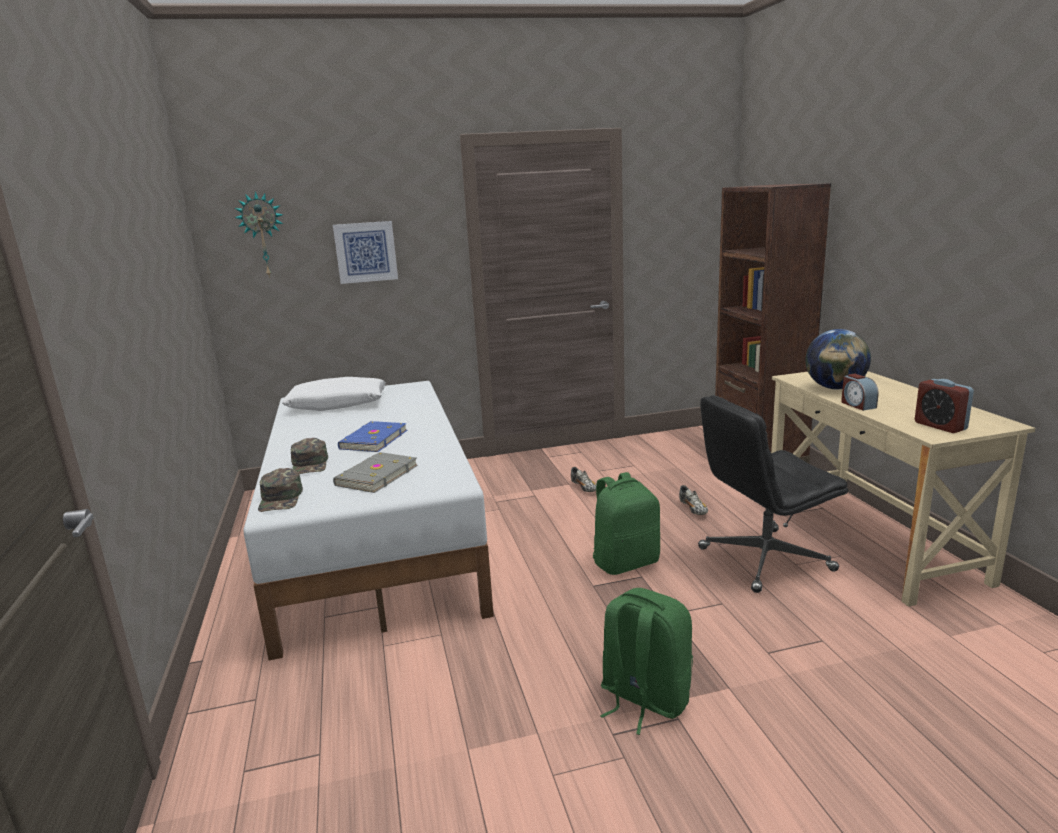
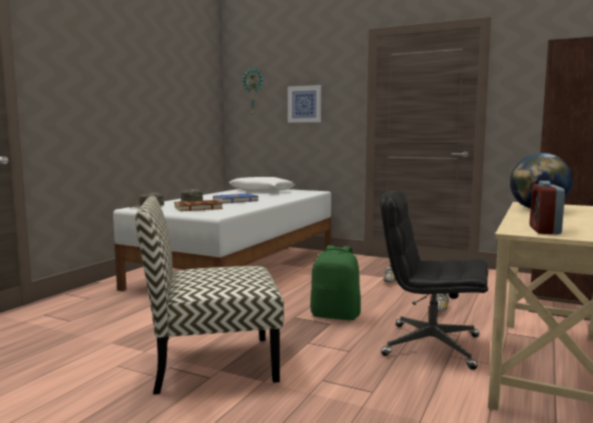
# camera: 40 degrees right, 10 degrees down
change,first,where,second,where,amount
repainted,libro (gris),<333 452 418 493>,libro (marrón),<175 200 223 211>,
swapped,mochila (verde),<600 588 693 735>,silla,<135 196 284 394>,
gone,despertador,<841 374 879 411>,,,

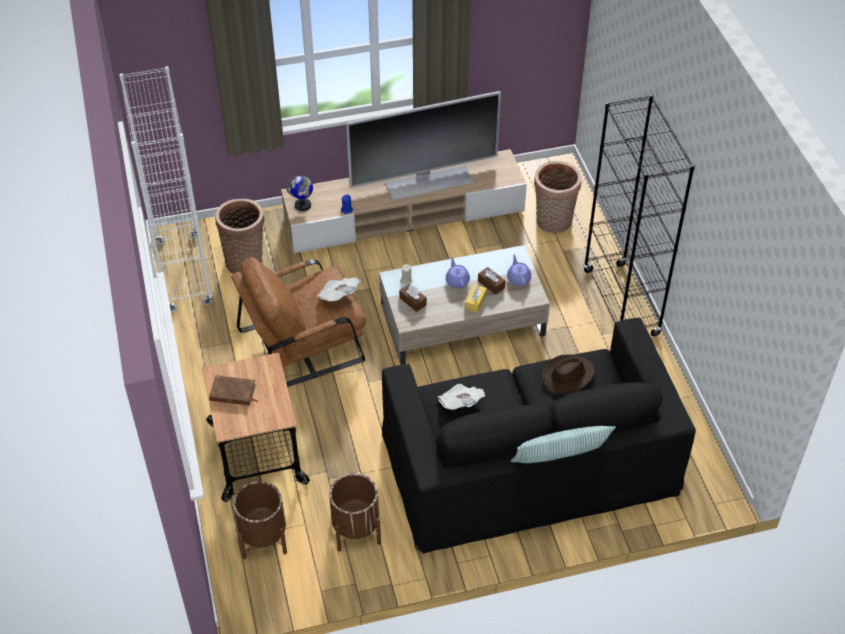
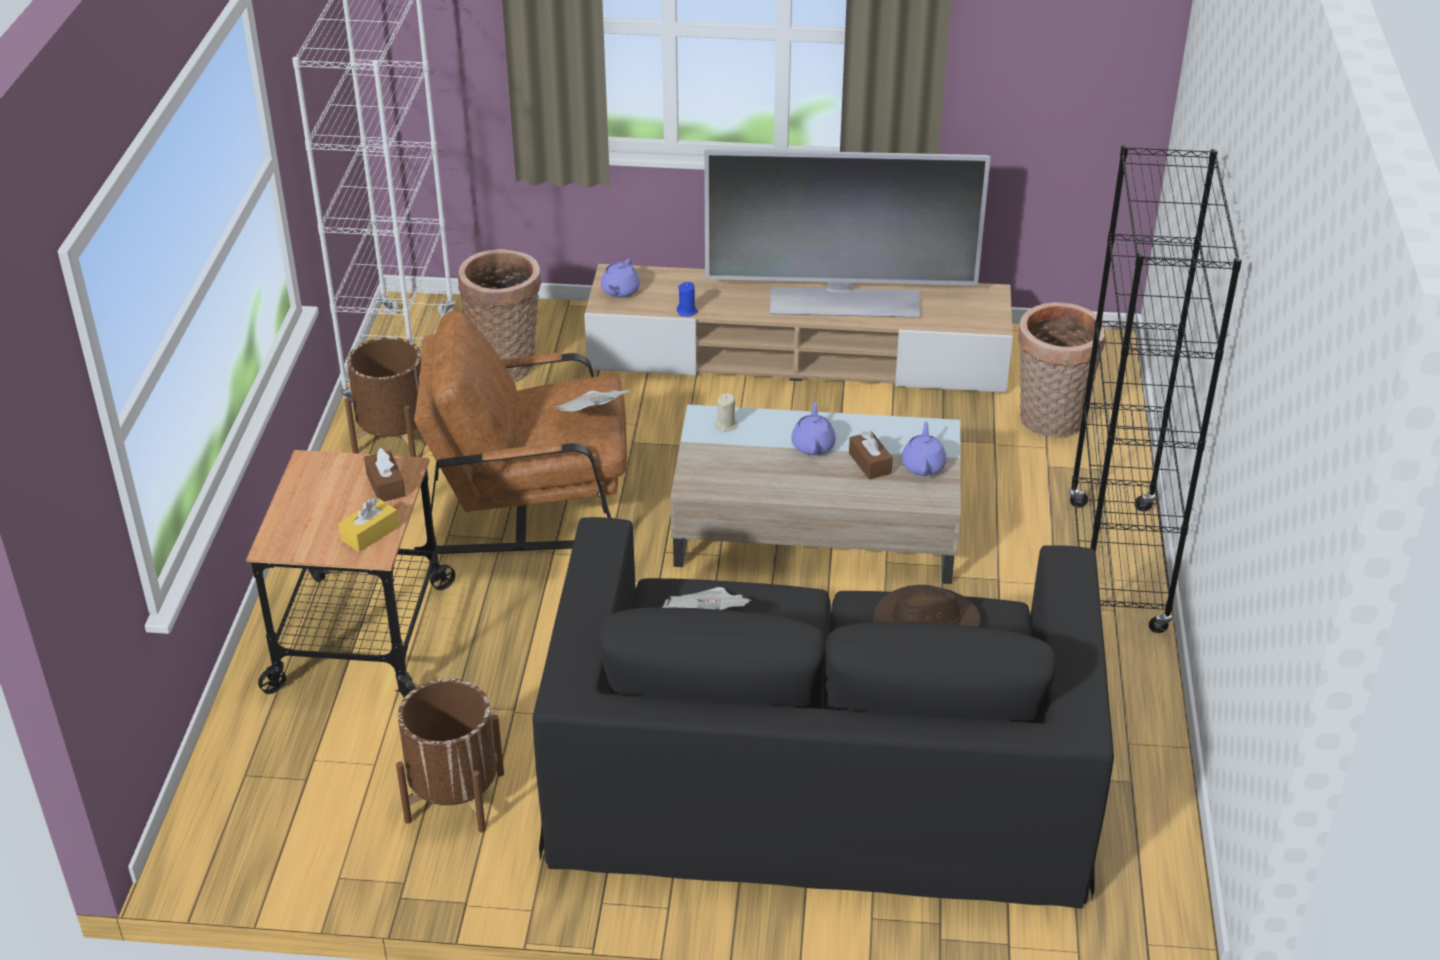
# camera: 20 degrees right, 10 degrees down
change,first,where,second,where,amount
gone,libro (marrón),<209 375 258 405>,,,
shifted,maceta (marrón),<233 481 287 559>,,<345 337 421 457>,
swapped,globo terráqueo,<286 176 313 211>,tetera (morado),<601 259 640 298>,
shifted,caja de pañuelos (marrón),<399 284 427 312>,,<364 448 406 502>,
shifted,caja de pañuelos (amarillo),<465 284 487 313>,,<338 497 399 552>,
gone,cojín,<511 426 616 463>,,,

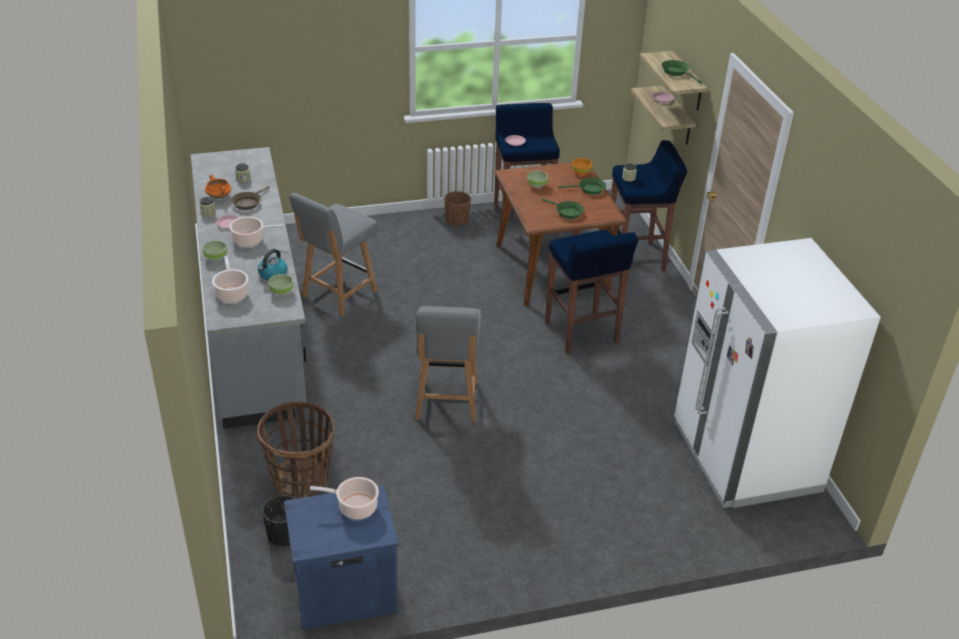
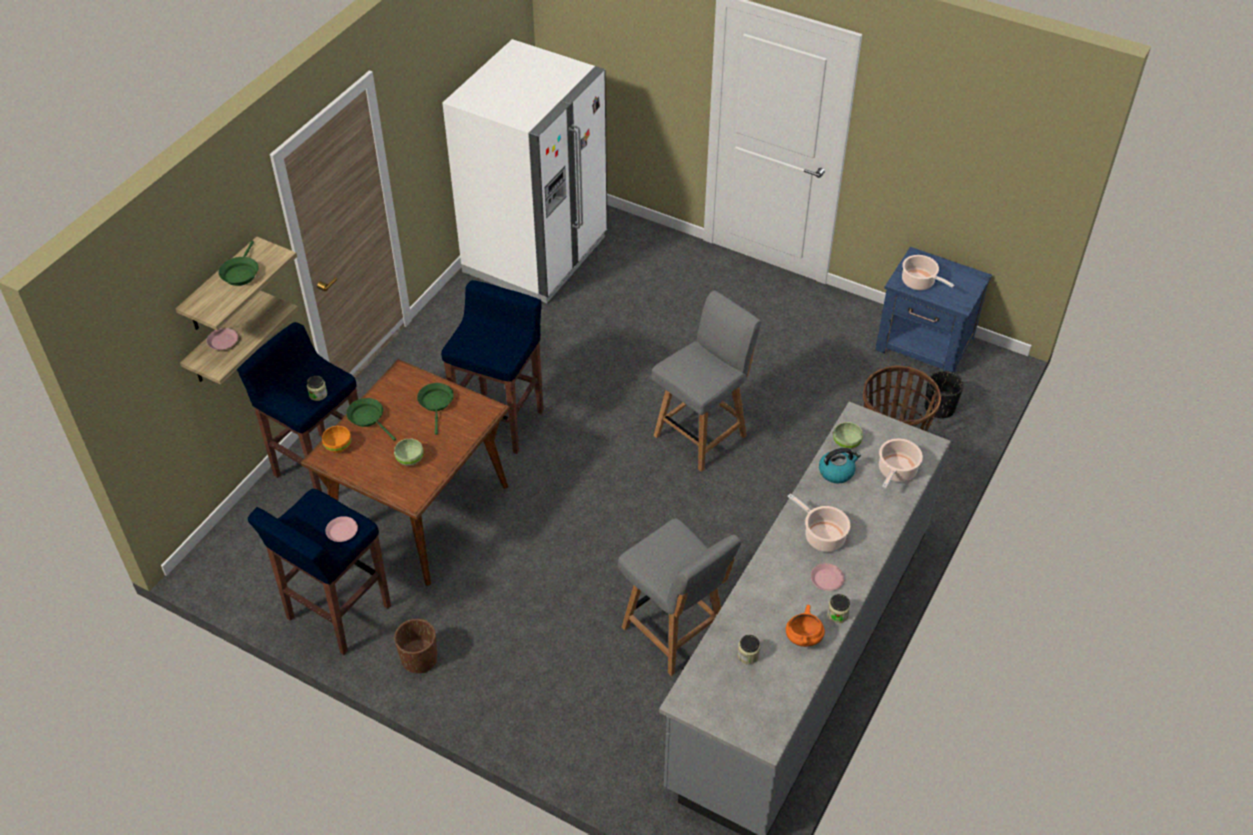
# camera: 135 degrees left, 10 degrees up
change,first,where,second,where,amount
gone,cuenco (verde),<202 240 227 261>,,,
gone,sartén (marrón),<231 186 270 210>,,,
rotated,silla (gris),<289 193 378 316>,,<618 518 742 676>,60 degrees clockwise

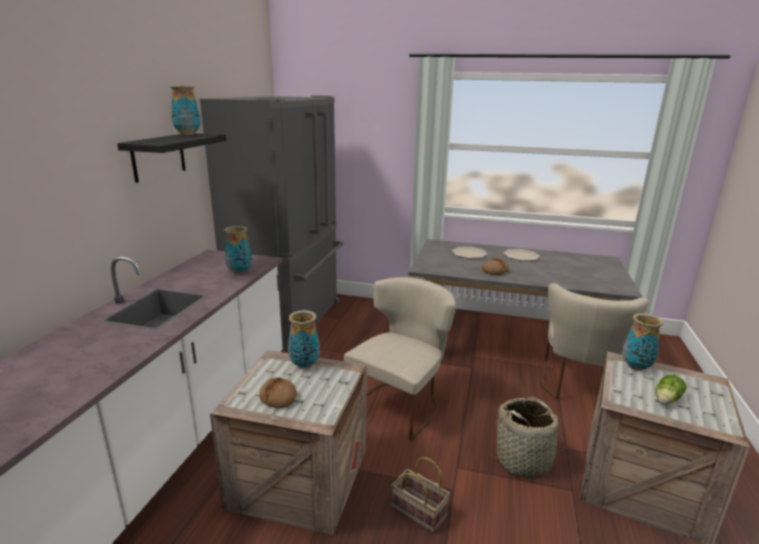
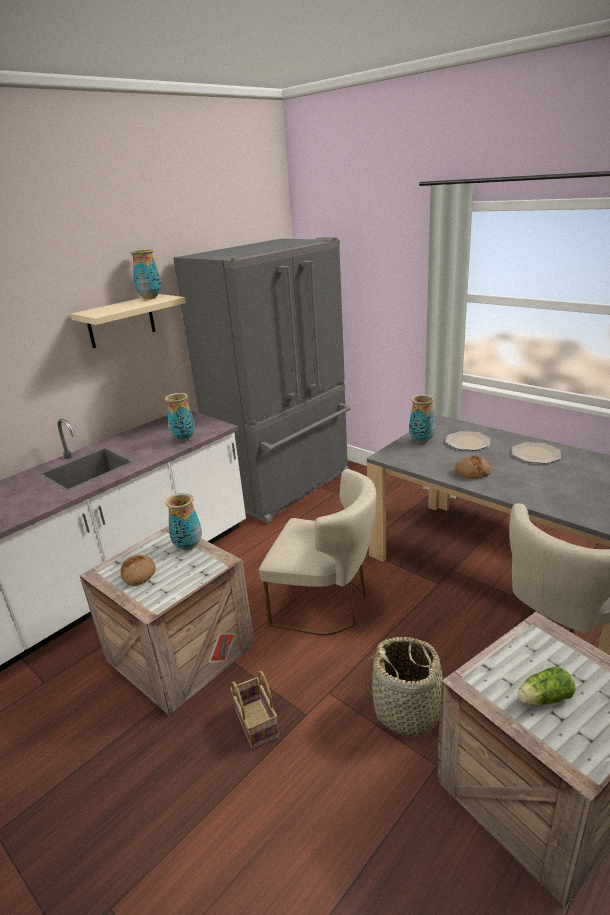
# camera: 30 degrees right, 5 degrees up
change,first,where,second,where,amount
repainted,estante (negro),<117 133 226 183>,estante (beis),<71 294 186 348>,
rotated,silla (beis),<344 277 456 441>,,<259 469 377 635>,45 degrees clockwise
shifted,florero,<622 313 663 371>,,<409 395 436 443>,

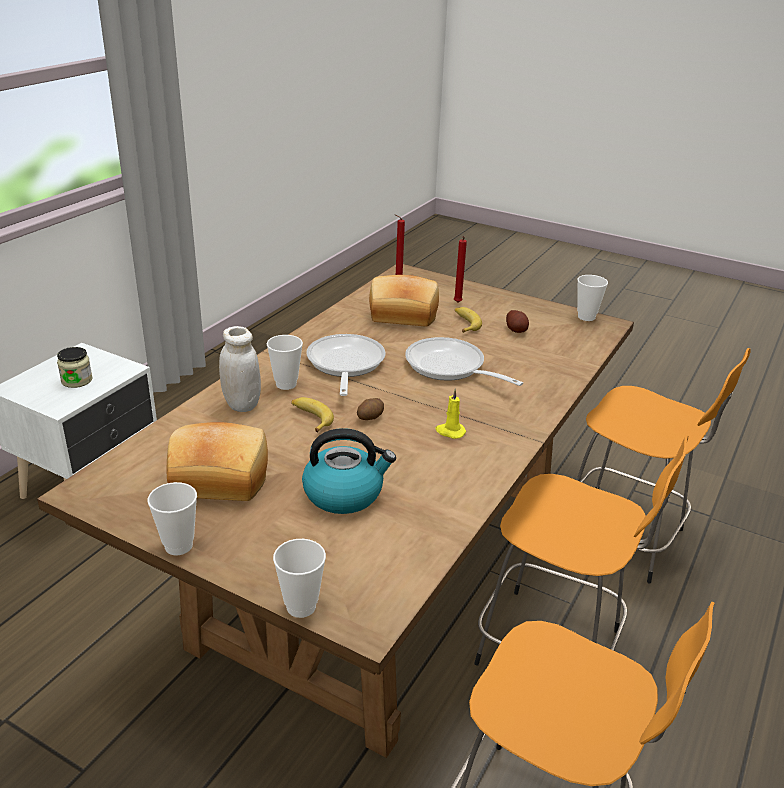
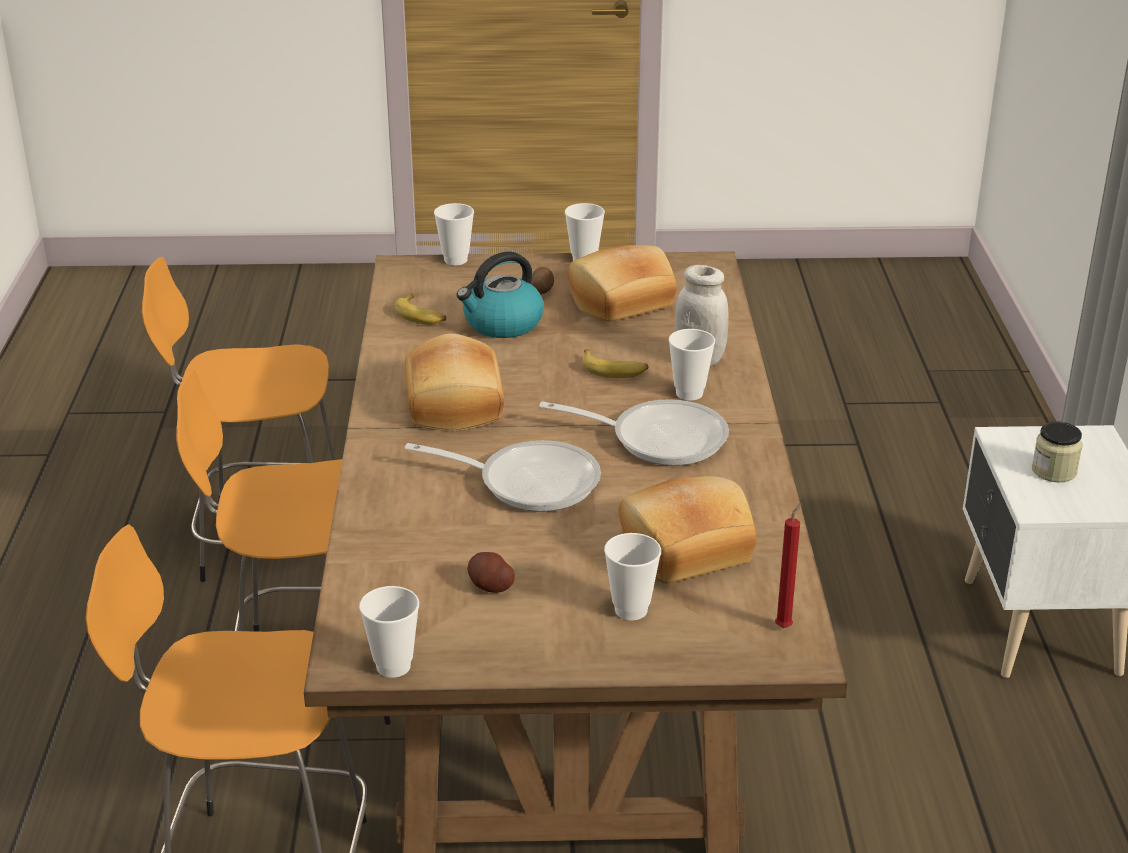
# camera: 150 degrees right, 0 degrees up
change,first,where,second,where,amount
rotated,sartén,<307 334 386 396>,,<539 399 729 466>,45 degrees counterclockwise
shifted,patata,<357 398 384 420>,,<531 267 554 294>,
swapped,vela (amarillo),<436 389 466 439>,pan,<405 333 504 431>,
swapped,vela (rojo),<454 236 467 303>,taza,<604 533 661 621>,
shifted,plátano,<455 307 482 333>,,<395 294 446 325>,

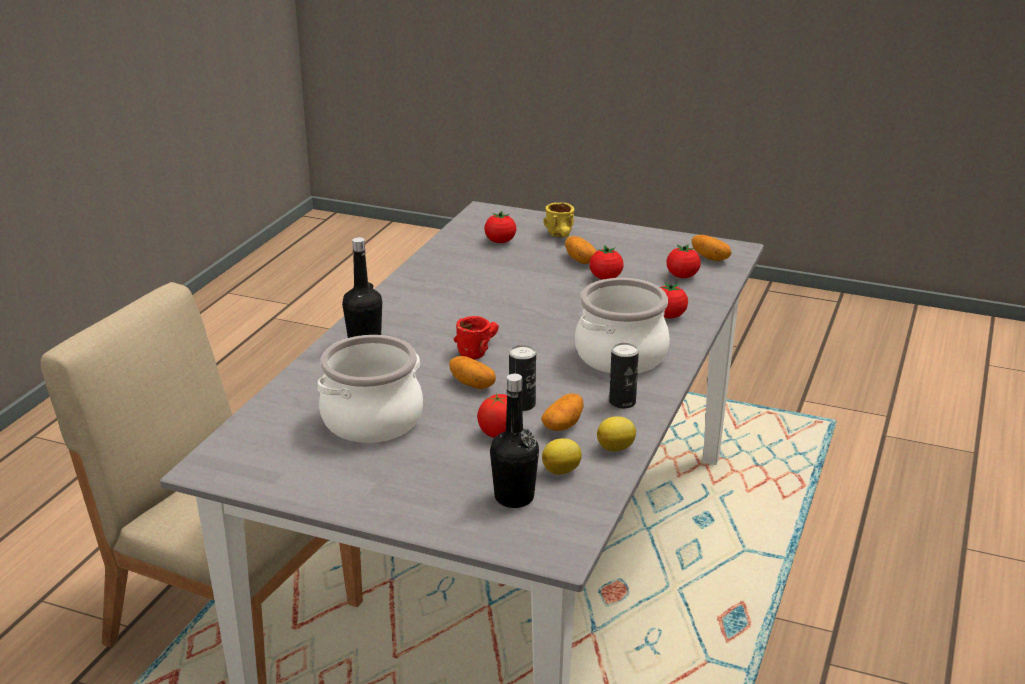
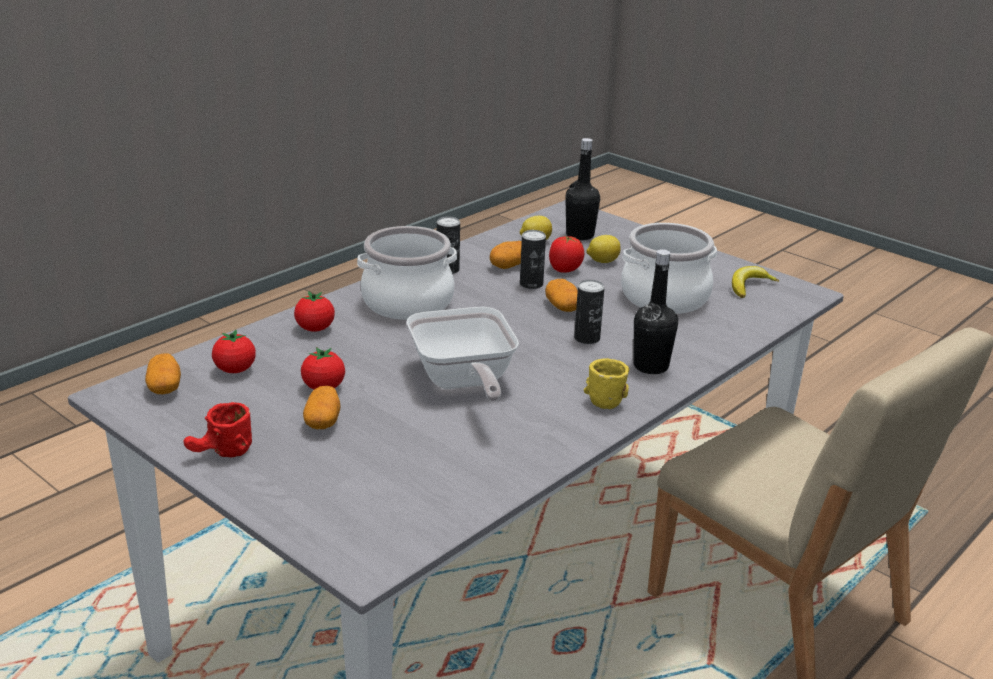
# camera: 160 degrees left, 0 degrees up
change,first,where,second,where,amount
shifted,taza grande (rojo),<454 316 499 359>,,<183 402 252 458>,
gone,tomate,<484 211 516 243>,,,
shifted,taza grande (amarillo),<543 203 574 237>,,<584 358 629 409>,
shifted,limón,<597 416 636 452>,,<587 235 620 263>,
new,,,sartén,<407 307 519 402>,
new,,,lata,<574 280 604 344>,
new,,,plátano,<732 266 779 298>,

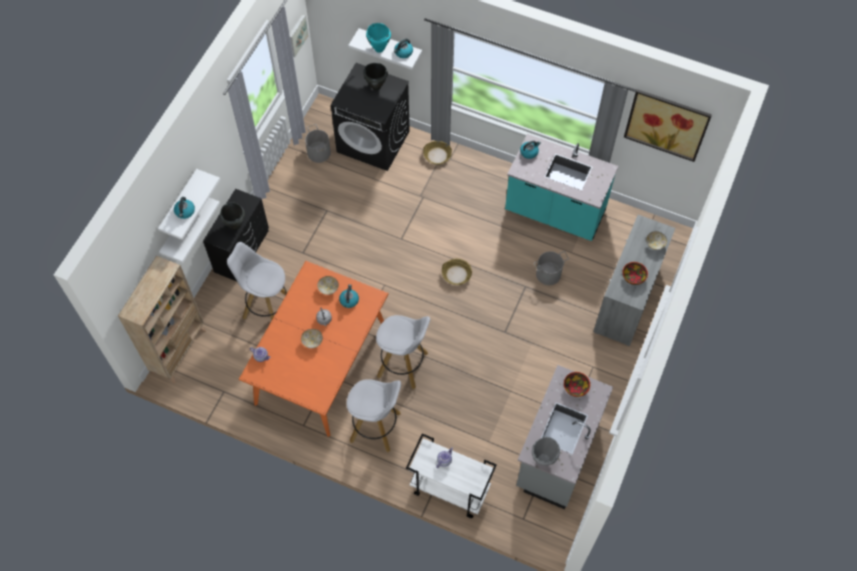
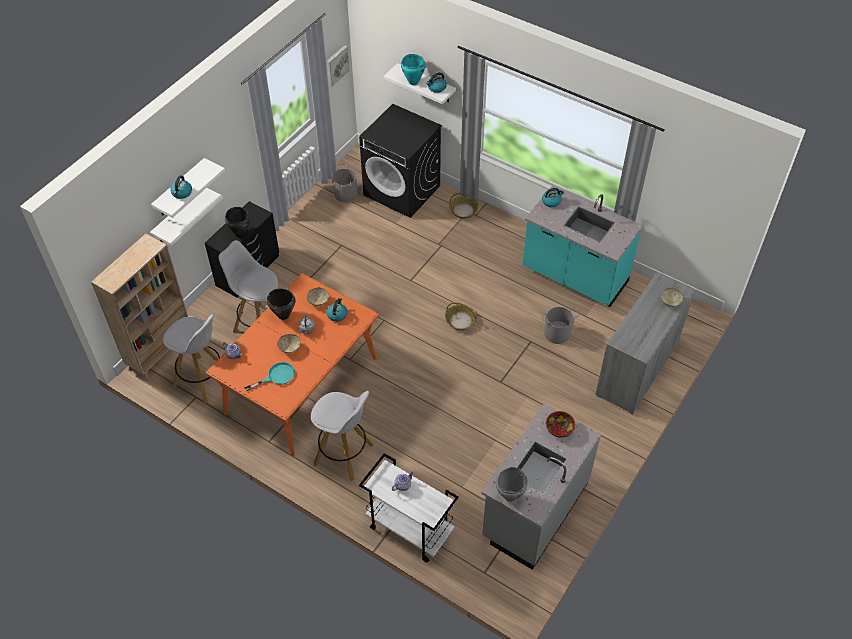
# camera: 10 degrees right, 10 degrees down
change,first,where,second,where,amount
shifted,olla (negro),<363 63 388 90>,,<267 288 295 320>,
shifted,taburete (blanco),<376 315 430 389>,,<163 314 220 403>,
gone,cuenco,<622 262 648 285>,,,
gone,cuadro,<624 89 712 162>,,,
new,,,sartén (turquesa),<244 362 295 391>,

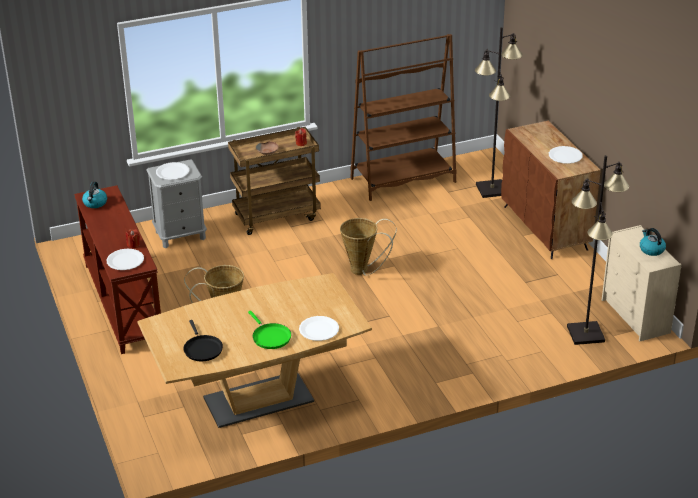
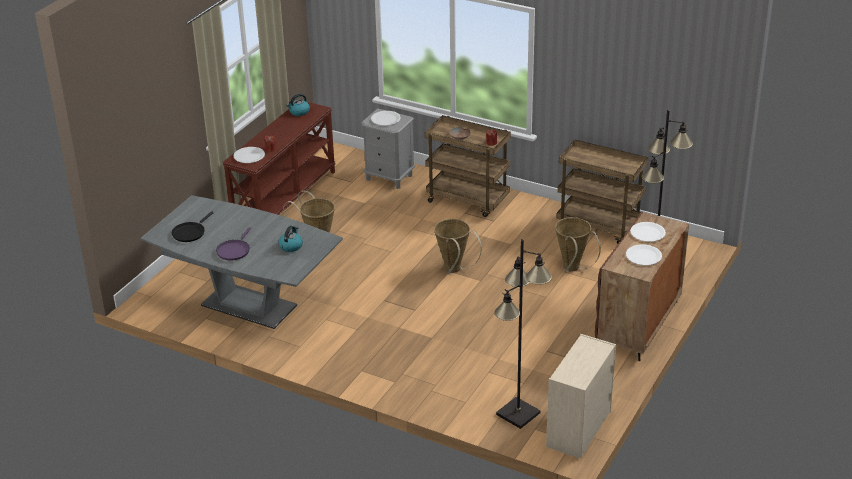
# camera: 50 degrees right, 0 degrees up
change,first,where,second,where,amount
repainted,mesa de comedor (marrón),<137 273 372 428>,mesa de comedor (gris),<141 195 343 329>,
repainted,sartén (verde),<248 311 291 349>,sartén (morado),<216 227 251 261>,
shifted,plato (blanco),<299 316 339 341>,,<630 222 666 242>,
swapped,estantería (marrón),<350 34 457 201>,carrito (marrón),<557 139 648 244>,
shifted,hervidor,<640 228 666 256>,,<278 226 303 252>,
new,,,cesta,<555 217 601 273>,

